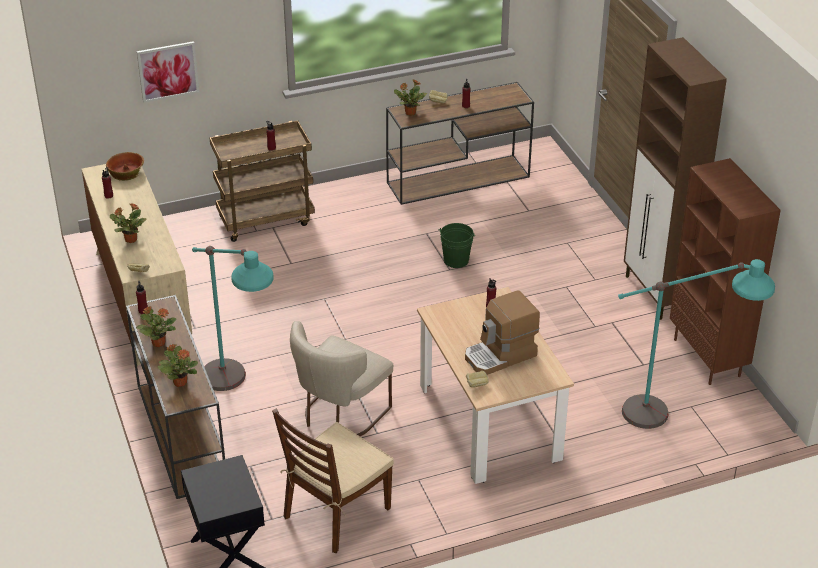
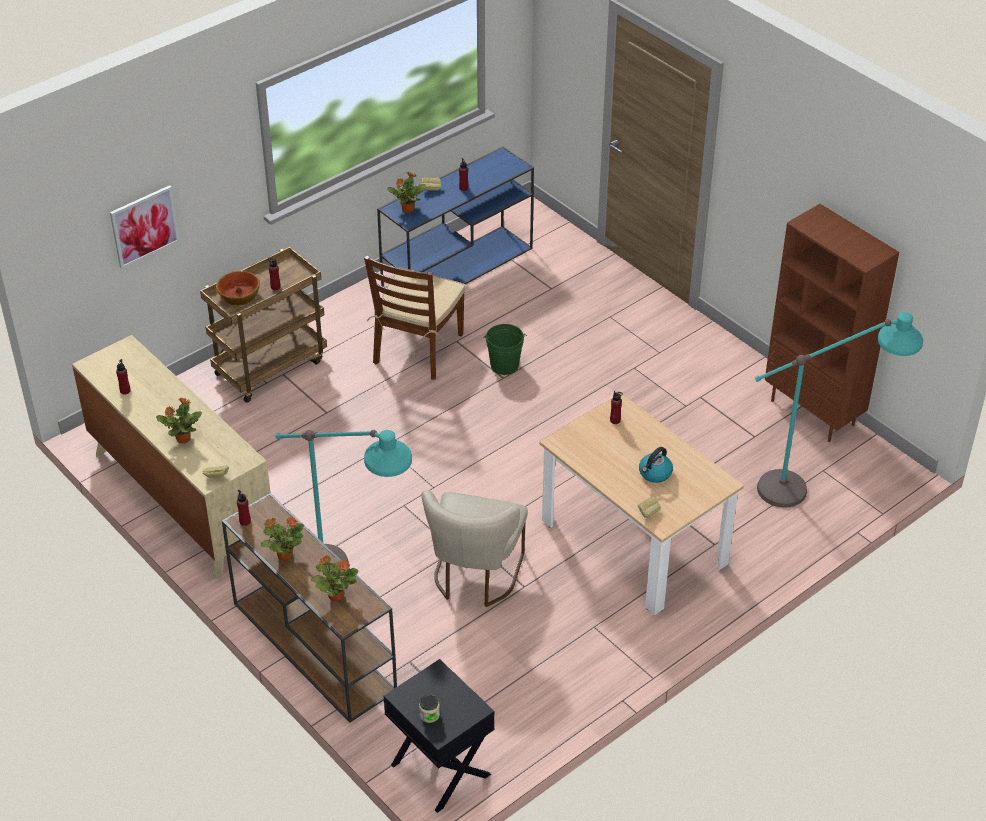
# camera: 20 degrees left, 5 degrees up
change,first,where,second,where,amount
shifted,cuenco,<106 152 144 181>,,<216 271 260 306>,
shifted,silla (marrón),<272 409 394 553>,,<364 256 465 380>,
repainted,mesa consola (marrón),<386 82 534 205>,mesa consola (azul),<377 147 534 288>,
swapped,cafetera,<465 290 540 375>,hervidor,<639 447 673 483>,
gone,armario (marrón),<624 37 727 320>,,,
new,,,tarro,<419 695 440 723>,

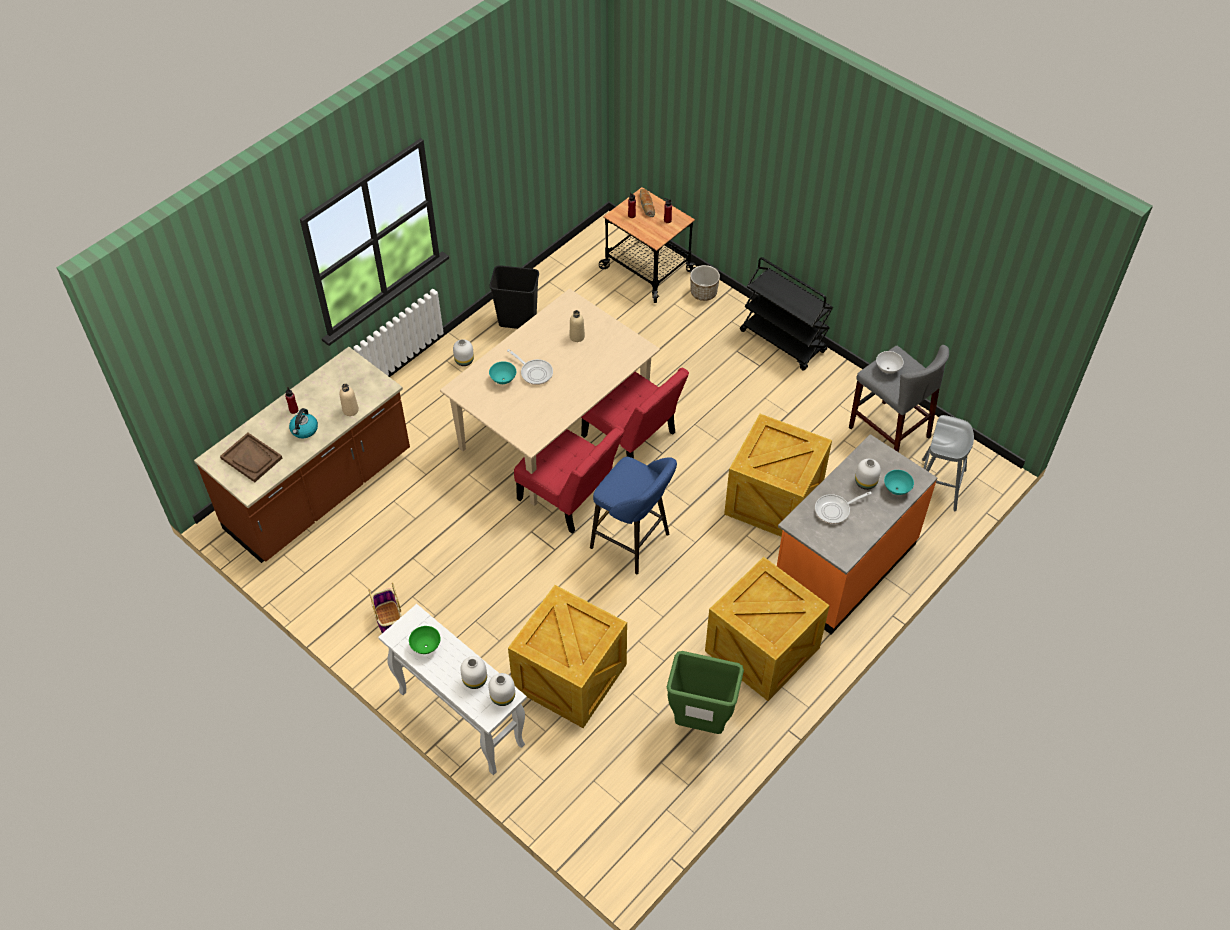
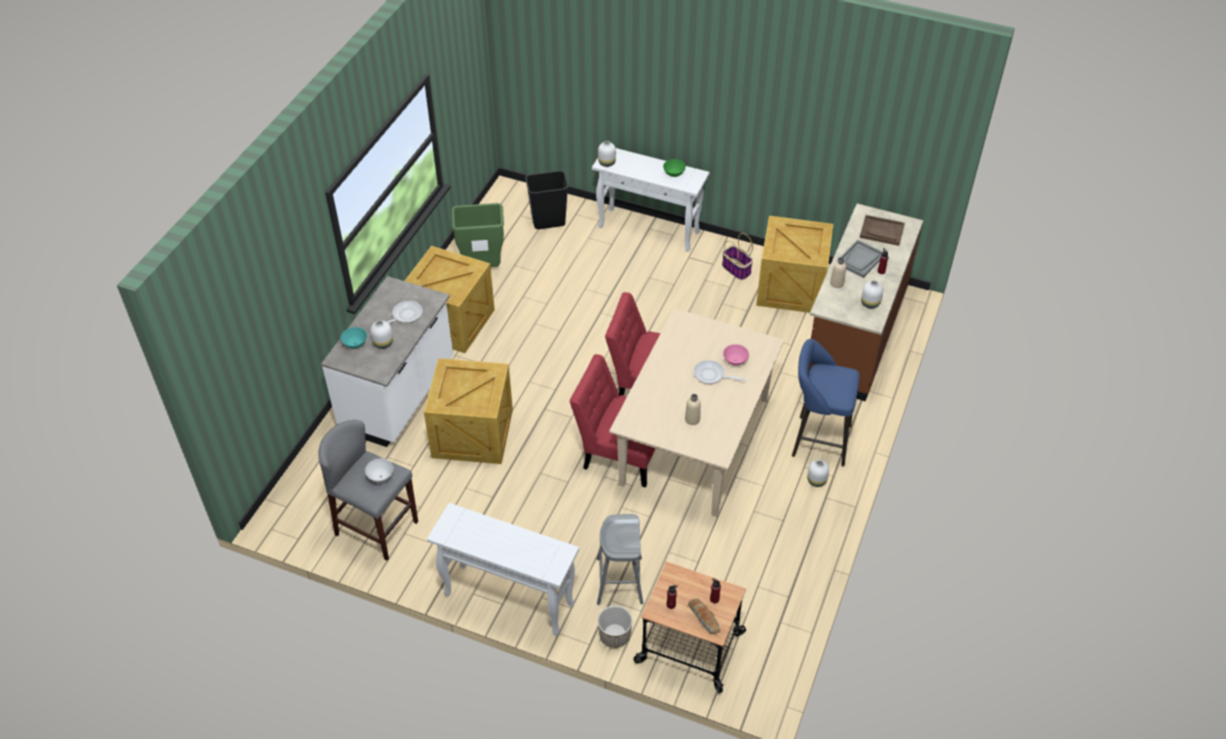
# camera: 160 degrees right, 5 degrees down
change,first,where,second,where,amount
swapped,hervidor,<289 408 318 439>,bandeja (gris),<837 240 883 278>,
shifted,florero (blanco),<460 656 487 689>,,<861 280 883 308>,
repainted,cuenco (turquesa),<489 361 516 384>,cuenco (rosa),<723 344 749 366>,
shifted,papelera (negro),<490 265 539 329>,,<525 171 569 229>,
shifted,caja de embalaje,<508 585 627 728>,,<756 216 833 313>,
shifted,taburete (azul),<590 457 677 574>,,<792 339 859 467>,
swapped,carrito (negro),<740 257 833 371>,mesa consola (blanco),<427 503 579 636>,
repainted,mueble bajo de cocina (naranja),<777 434 937 634>,mueble bajo de cocina (blanco),<321 276 453 447>,
shifted,taburete (gris),<922 415 974 511>,,<596 514 643 605>,

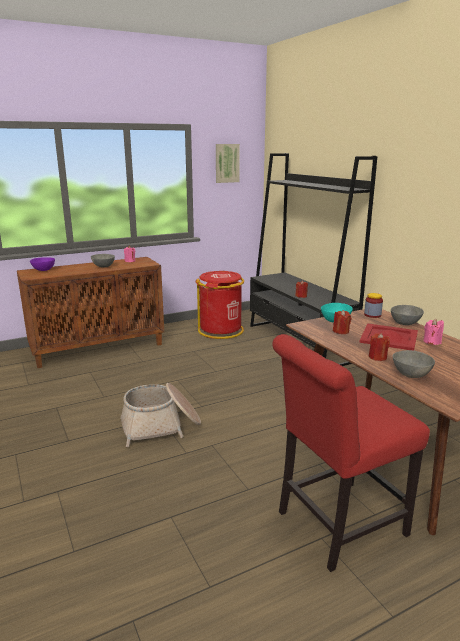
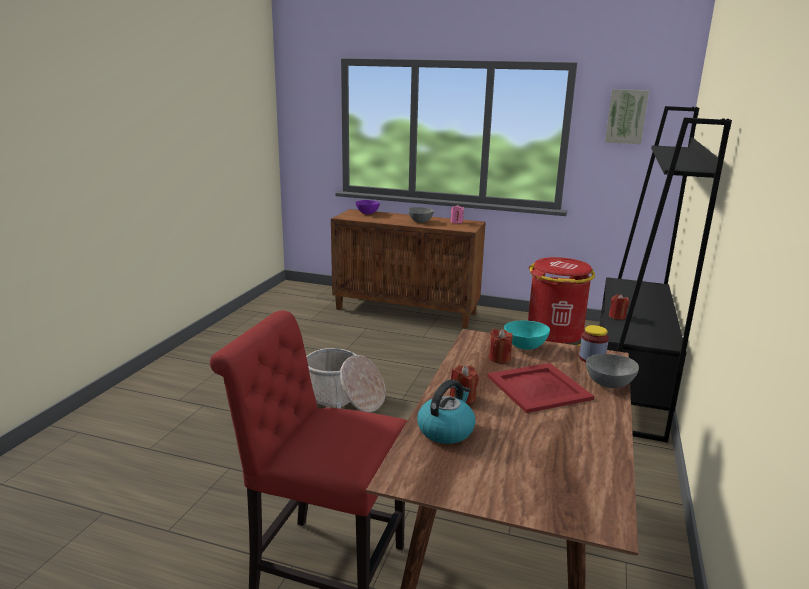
# camera: 45 degrees right, 0 degrees up
change,first,where,second,where,amount
swapped,cuenco (gris),<392 350 435 378>,hervidor,<417 379 476 444>,
gone,vela (rosa),<423 319 444 345>,,,

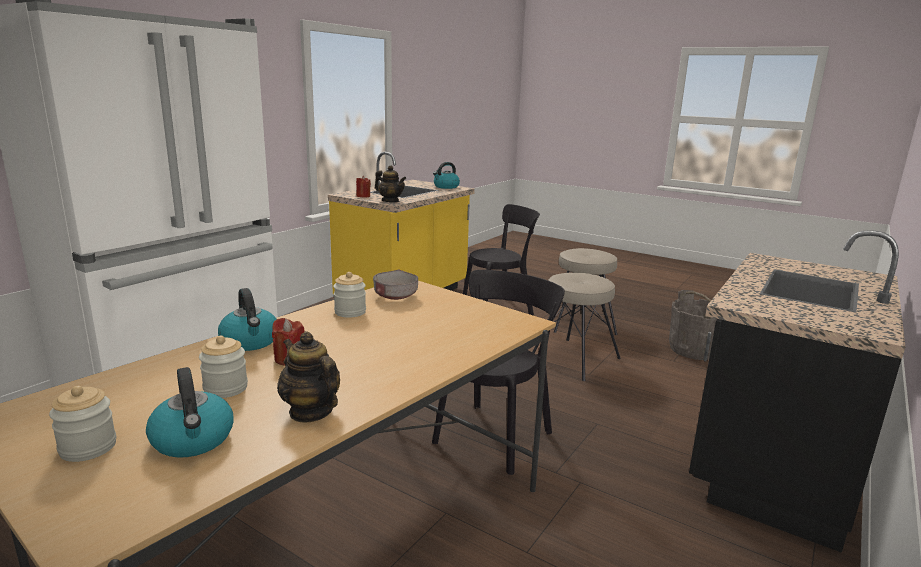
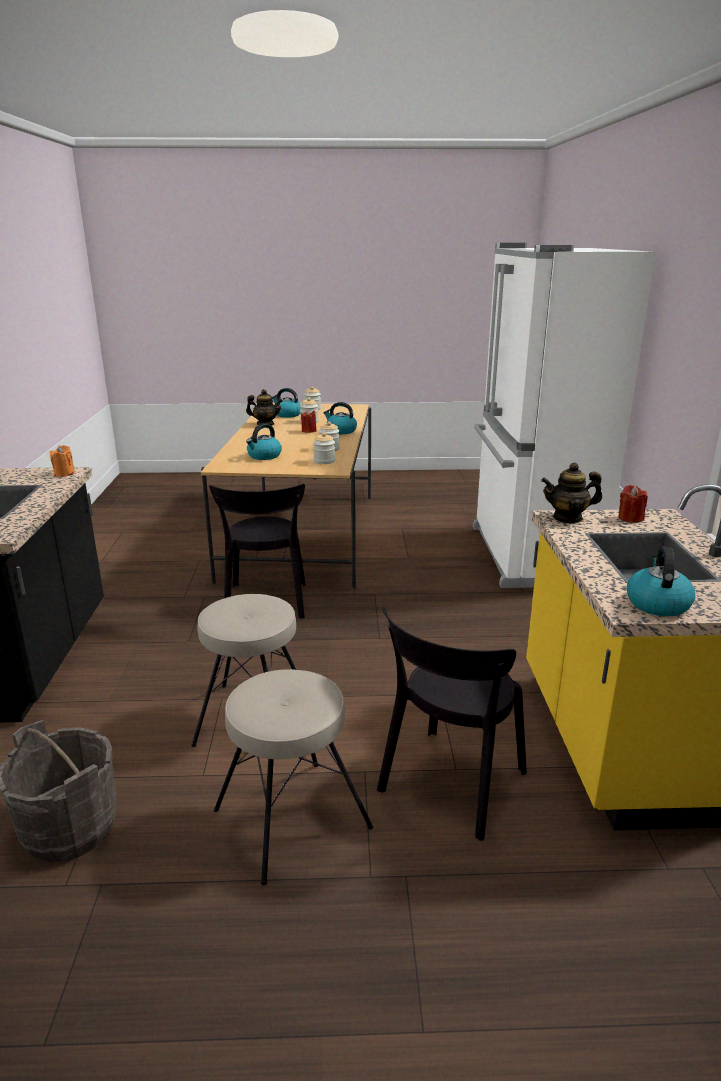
# camera: 145 degrees right, 5 degrees up
change,first,where,second,where,amount
swapped,cuenco (gris),<373 270 418 300>,tarro,<313 432 335 464>,
new,,,vela (naranja),<50 445 75 477>,
new,,,hervidor,<246 423 282 460>,

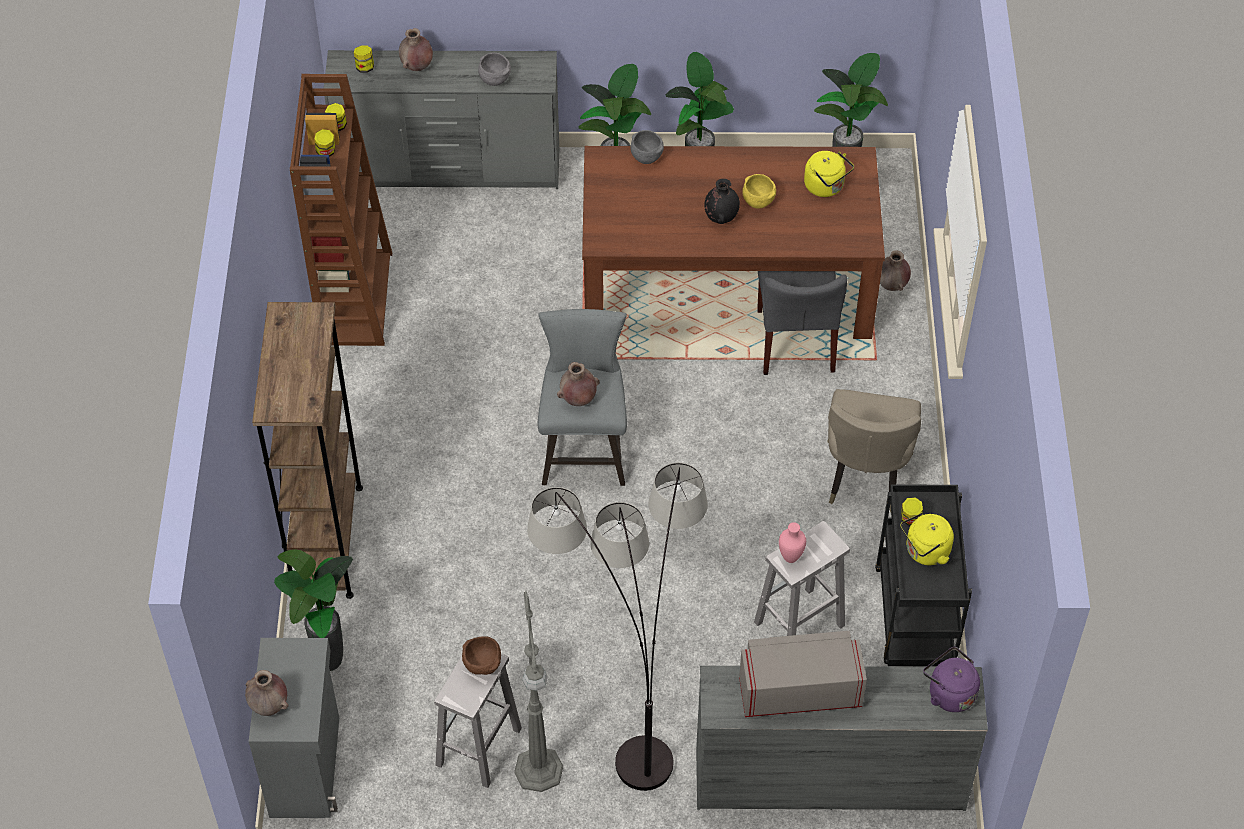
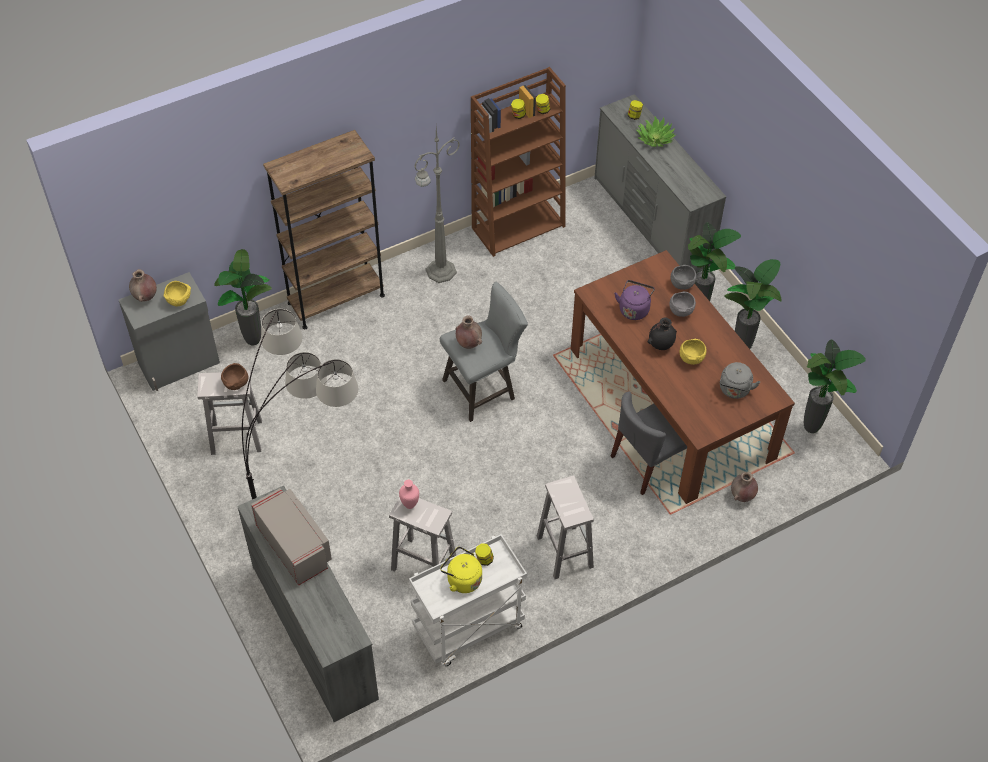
# camera: 60 degrees right, 0 degrees up
change,first,where,second,where,amount
swapped,florero (marrón),<399 28 433 71>,planta en maceta,<636 116 676 147>,
shifted,cuenco (gris),<478 53 511 86>,,<669 291 696 317>,
shifted,lámpara de pie (gris),<514 591 563 792>,,<414 127 460 283>,
repainted,hervidor (amarillo),<804 151 854 197>,hervidor (gris),<720 362 760 399>,
swapped,silla (beis),<827 389 921 512>,taburete (blanco),<537 476 594 579>,
repainted,carrito (negro),<875 484 972 666>,carrito (blanco),<409 534 527 666>,
shifted,hervidor (morado),<923 647 980 712>,,<614 280 655 320>,
new,,,cuenco (amarillo),<163 281 191 307>,

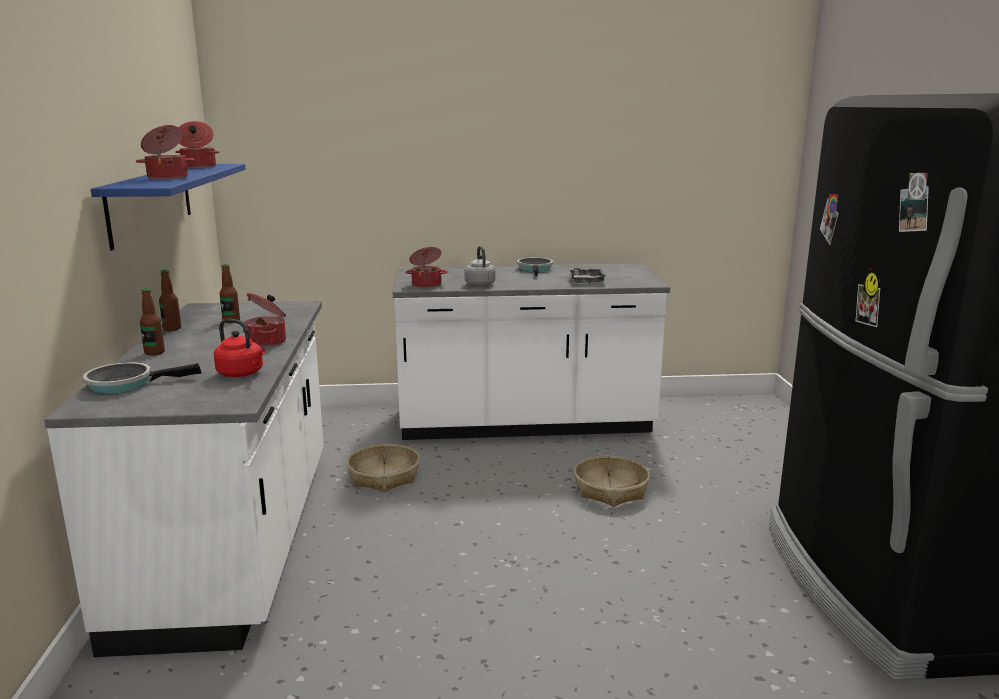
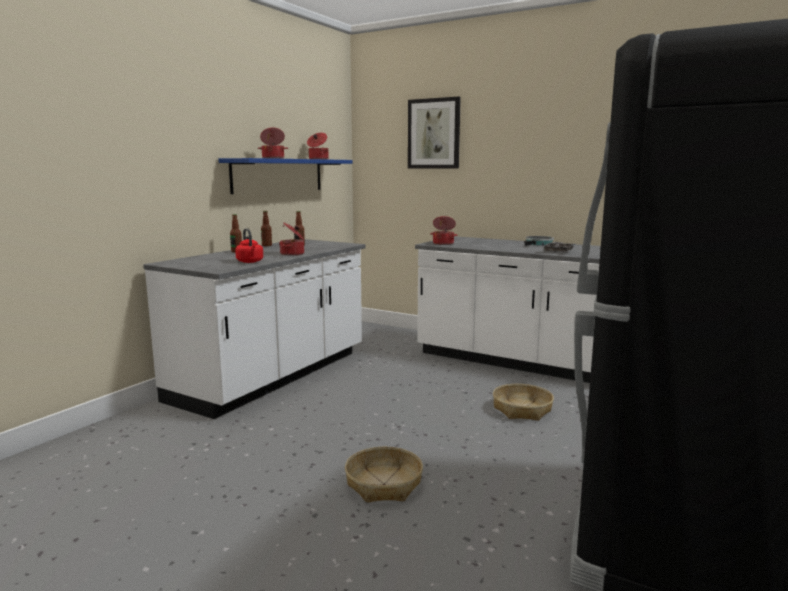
# camera: 35 degrees right, 5 degrees down
change,first,where,second,where,amount
gone,sartén,<83 362 202 394>,,,
shifted,cesta,<347 444 420 492>,,<345 447 423 503>,
gone,hervidor (gris),<465 246 495 286>,,,
new,,,cuadro,<408 96 461 169>,

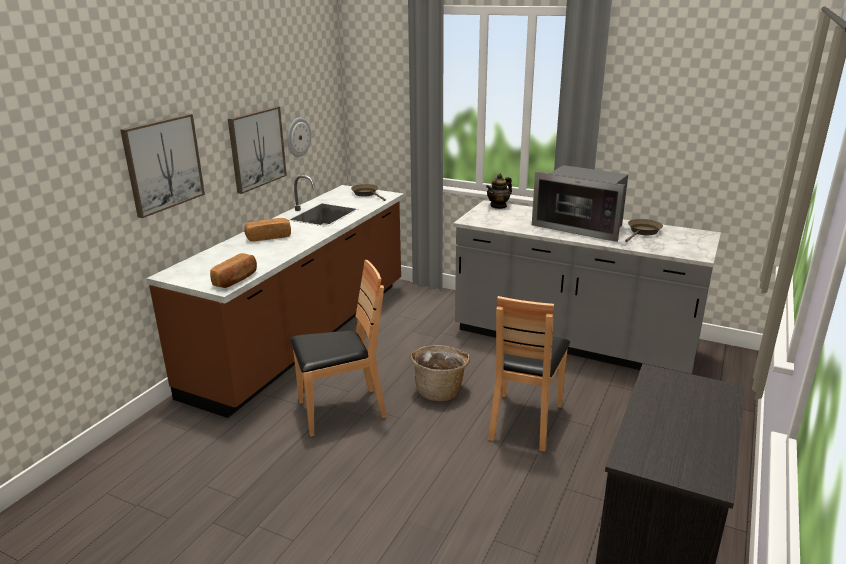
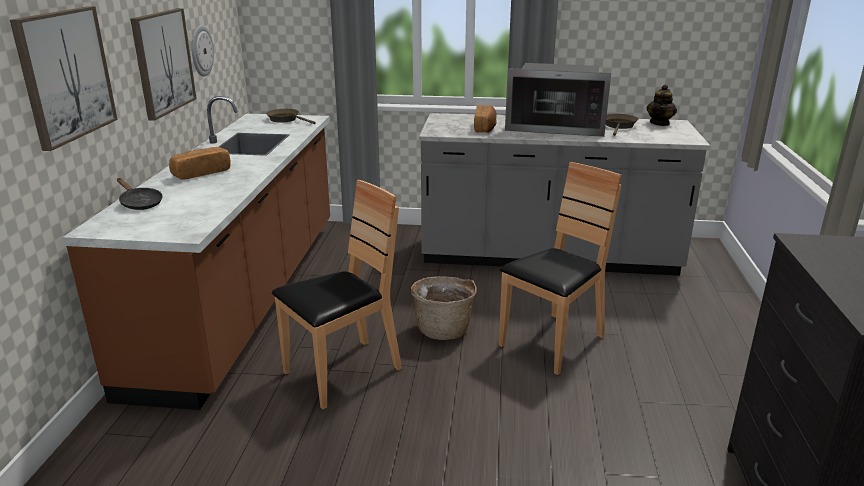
# camera: 20 degrees left, 0 degrees up
change,first,where,second,where,amount
shifted,pan,<210 253 257 288>,,<474 105 497 133>,
shifted,tetera,<486 174 512 209>,,<647 84 677 126>,
rotated,silla (marrón),<488 296 570 452>,,<499 162 622 375>,135 degrees counterclockwise
new,,,sartén (negro),<117 178 163 210>,

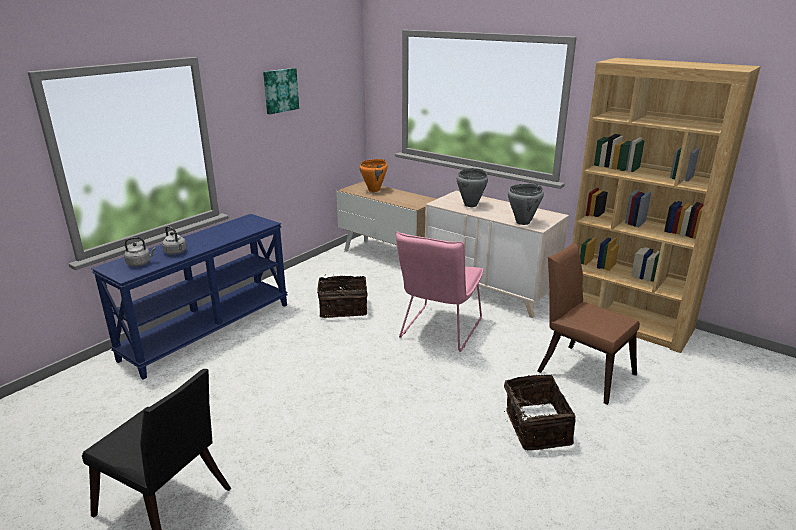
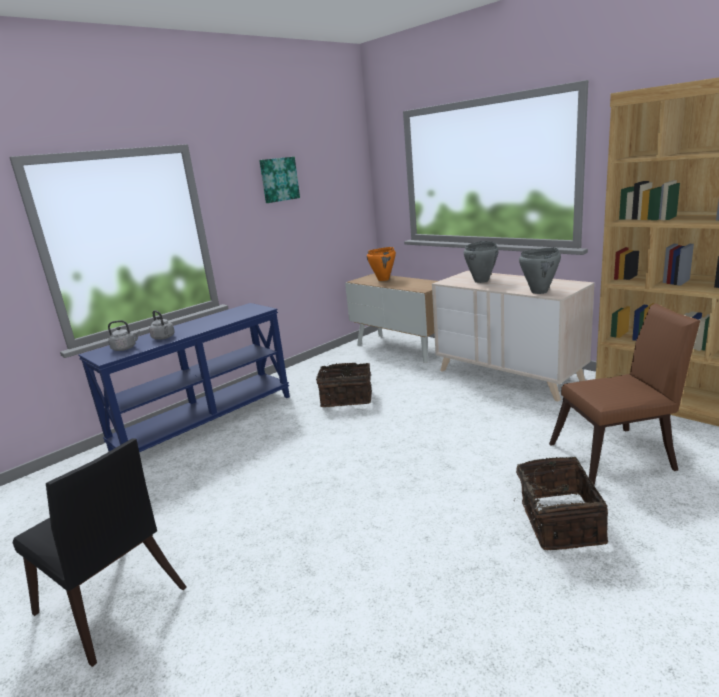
# camera: 10 degrees right, 5 degrees down
change,first,where,second,where,amount
gone,silla (rosa),<396 231 483 352>,,,
rotated,silla (marrón),<537 243 640 405>,,<549 304 700 485>,120 degrees clockwise

